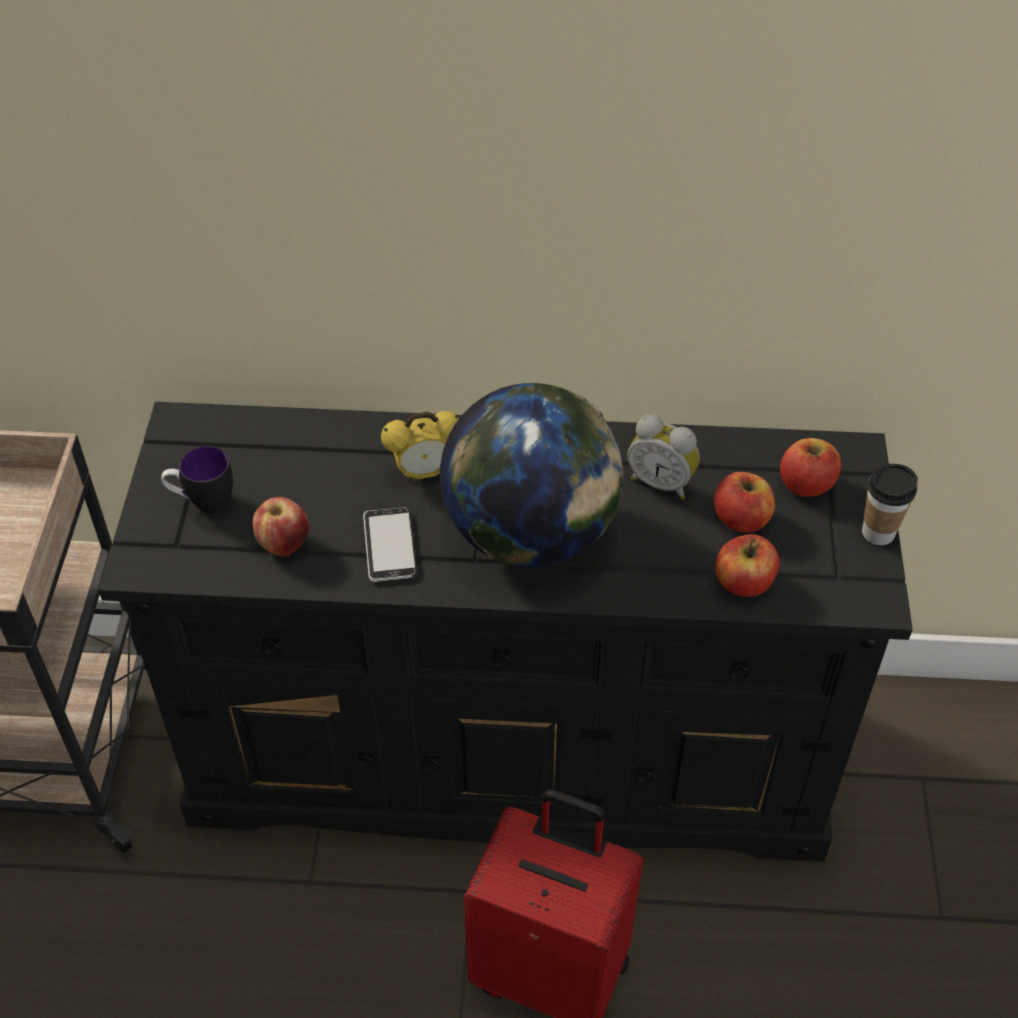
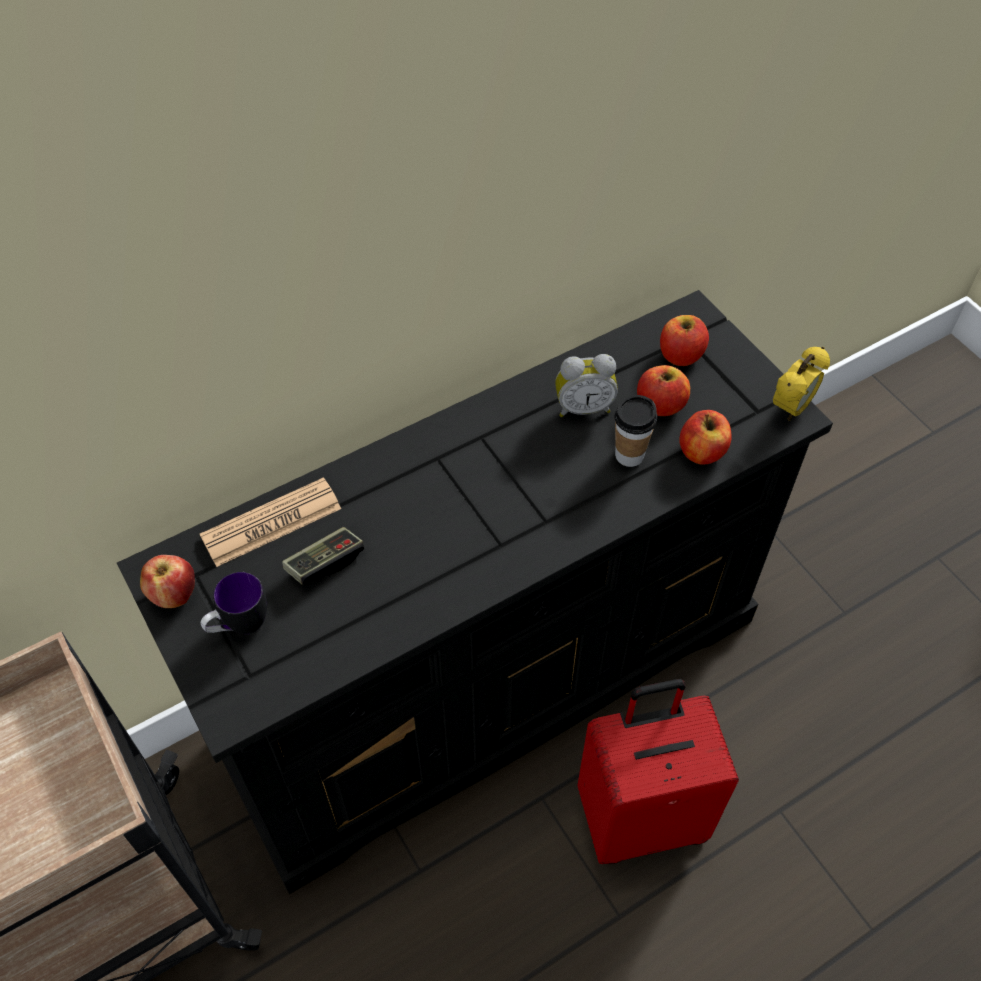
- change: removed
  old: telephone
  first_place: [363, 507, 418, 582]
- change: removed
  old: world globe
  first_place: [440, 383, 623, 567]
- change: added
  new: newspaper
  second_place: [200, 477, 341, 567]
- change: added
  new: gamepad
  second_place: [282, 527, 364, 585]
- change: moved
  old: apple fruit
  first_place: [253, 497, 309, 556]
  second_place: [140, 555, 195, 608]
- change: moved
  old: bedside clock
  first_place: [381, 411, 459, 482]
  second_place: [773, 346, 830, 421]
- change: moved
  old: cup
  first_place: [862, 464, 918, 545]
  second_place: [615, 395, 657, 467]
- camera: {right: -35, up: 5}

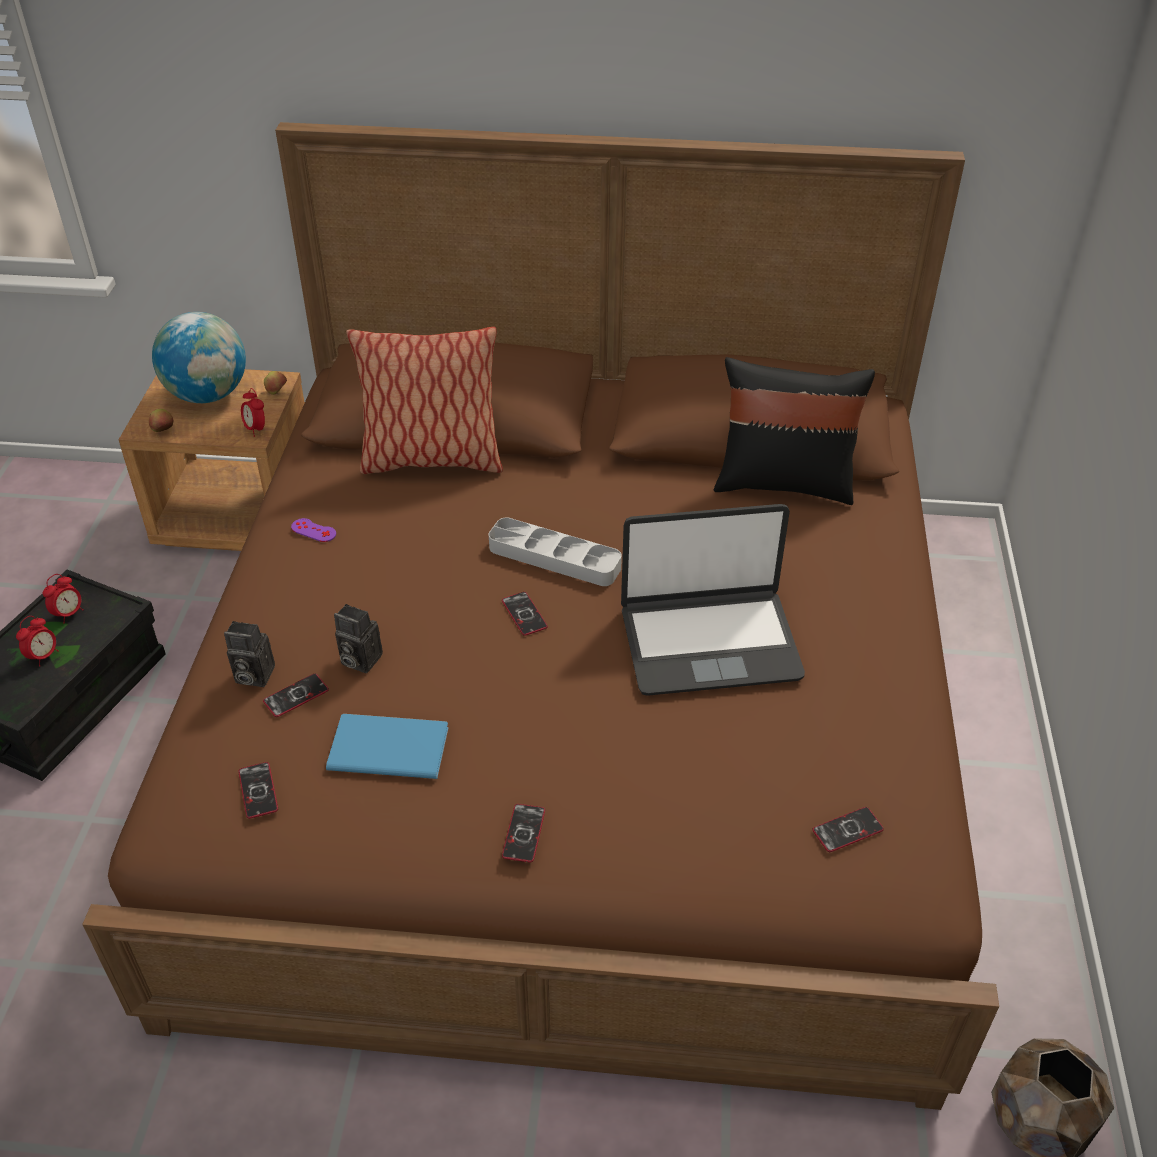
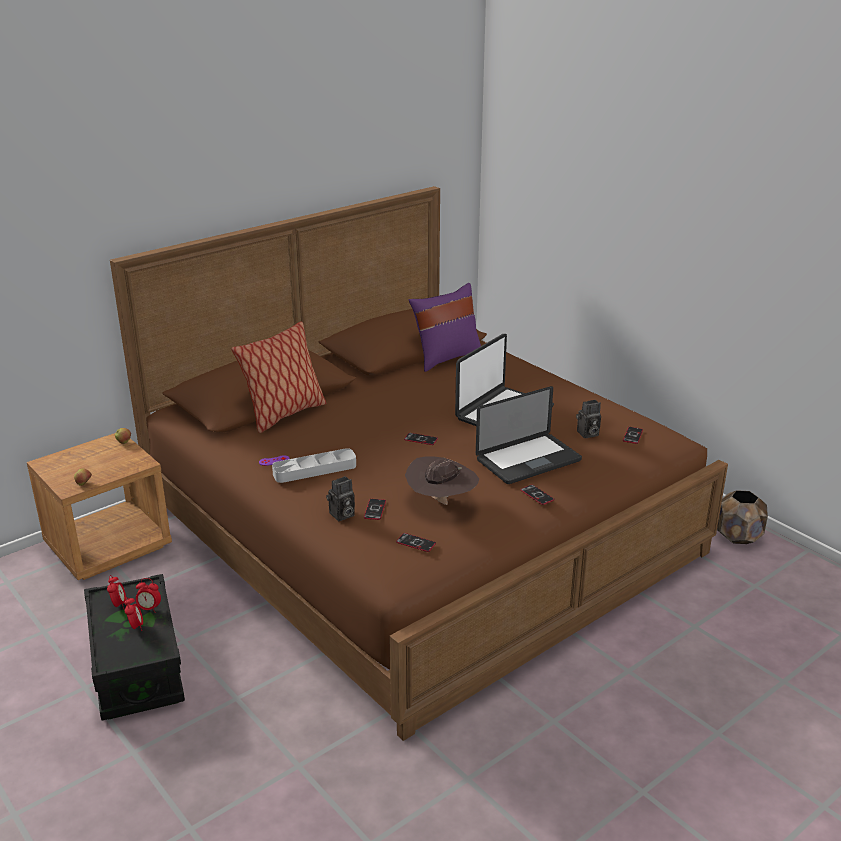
- change: removed
  old: world globe
  first_place: [152, 312, 246, 403]
- change: added
  new: laptop
  second_place: [476, 386, 582, 484]
- change: moved
  old: bedside clock
  first_place: [241, 388, 265, 437]
  second_place: [136, 578, 161, 613]
- change: moved
  old: photo camera
  first_place: [334, 604, 383, 673]
  second_place: [576, 400, 601, 438]
- change: moved
  old: grey serving tray
  first_place: [489, 518, 622, 586]
  second_place: [272, 448, 356, 483]
- change: replaced
  old: blue-coloured bound book
  new: brown-coloured clothing hat
  first_place: [326, 714, 448, 779]
  second_place: [405, 456, 479, 505]
- change: recoloured
  old: black throw pillow
  new: purple-coloured throw pillow
  first_place: [714, 357, 875, 505]
  second_place: [409, 283, 481, 372]
- camera: {right: -45, up: -15}

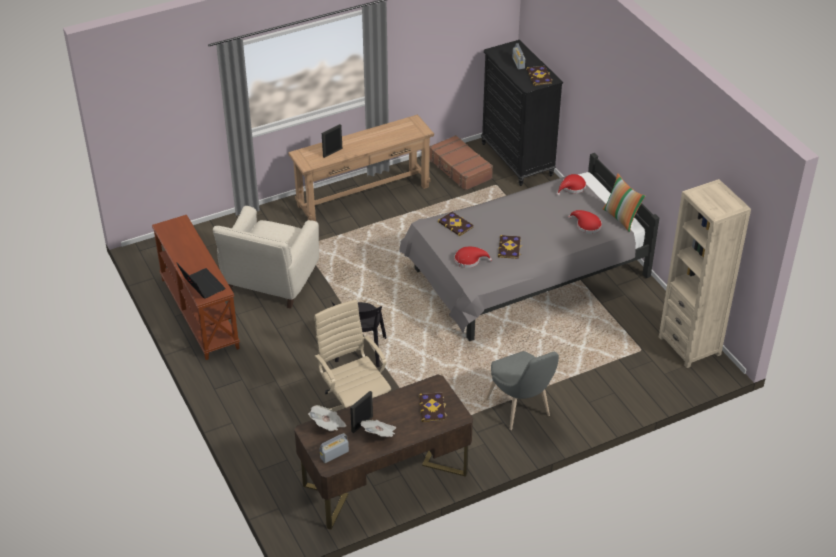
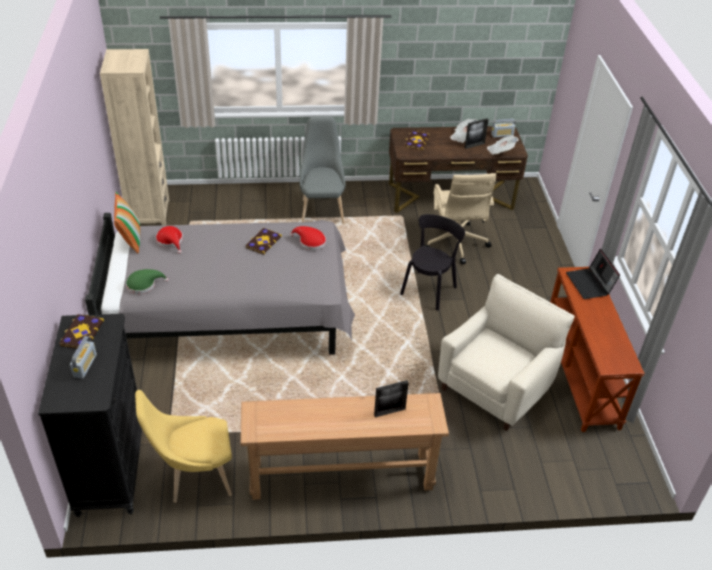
- change: removed
  old: bound book
  first_place: [438, 212, 474, 236]
- change: replaced
  old: brown-coloured travel case
  new: yellowish upright chair
  first_place: [429, 135, 493, 191]
  second_place: [135, 390, 232, 503]
- change: recoloured
  old: reddish clothing hat
  new: greenish clothing hat
  first_place: [556, 174, 586, 196]
  second_place: [126, 269, 169, 294]
- camera: {right: -160, up: 0}

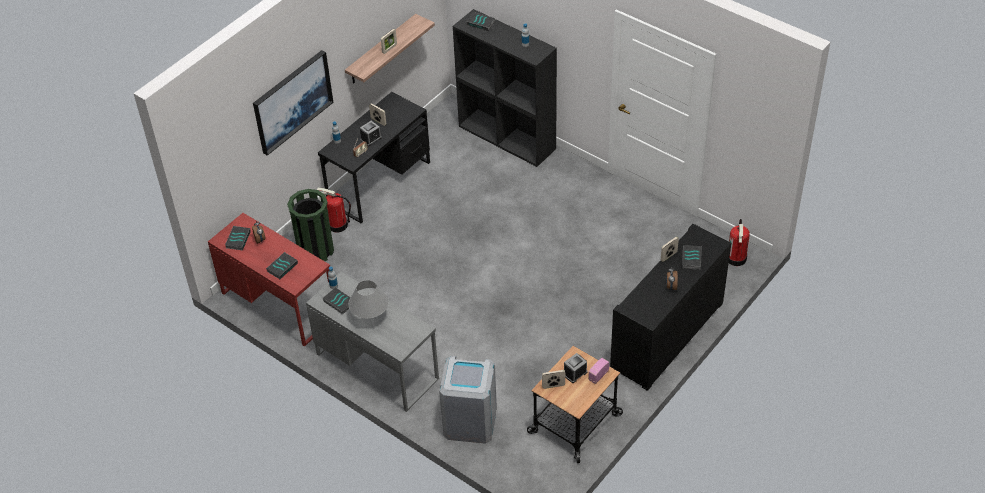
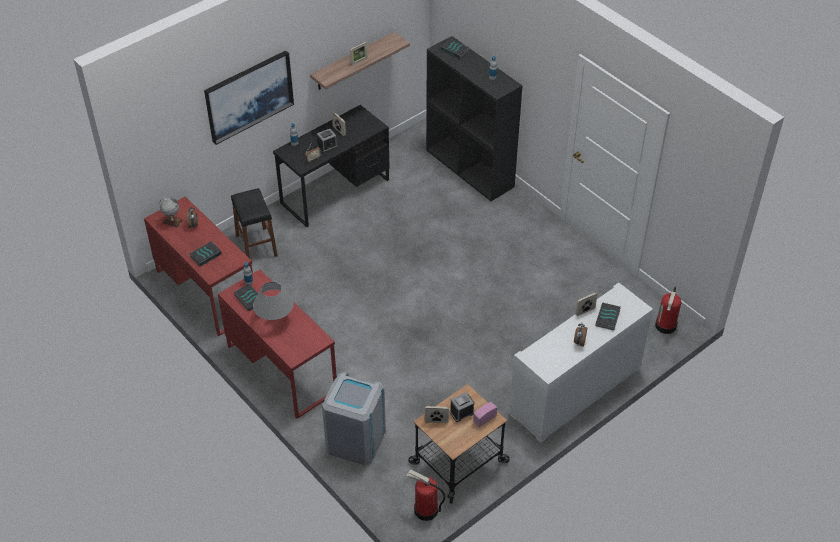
- change: moved
  old: fire extinguisher
  first_place: [317, 187, 351, 233]
  second_place: [406, 469, 446, 521]
- change: replaced
  old: bound book
  new: world globe
  first_place: [225, 226, 251, 250]
  second_place: [159, 197, 183, 228]
- change: replaced
  old: greenish trash can
  new: black sitting stool
  first_place: [287, 189, 334, 261]
  second_place: [231, 188, 278, 259]
- change: recoloured
  old: grey desk unit
  new: reddish desk unit
  first_place: [306, 272, 439, 412]
  second_place: [218, 269, 337, 419]
- change: recoloured
  old: black storage cabinet
  new: white storage cabinet
  first_place: [610, 224, 731, 391]
  second_place: [509, 283, 653, 443]
- camera: {right: 10, up: 0}

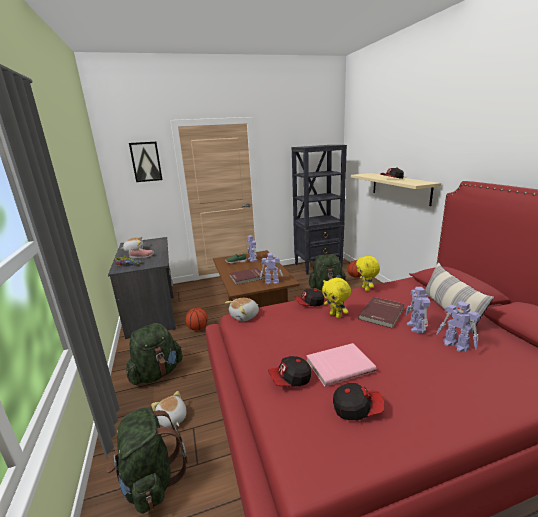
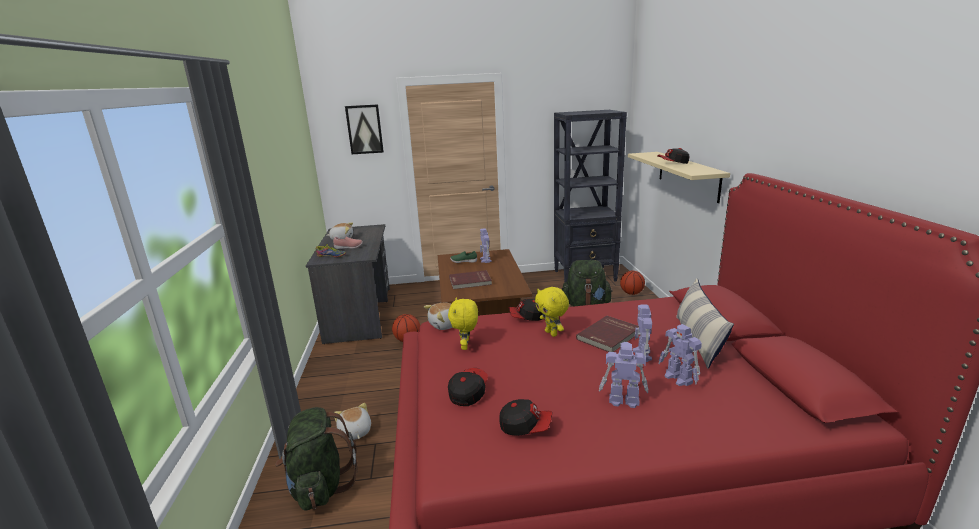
- change: removed
  old: greenish knapsack
  first_place: [126, 323, 183, 385]
- change: removed
  old: pink-coloured bound book
  first_place: [306, 343, 377, 387]
- change: moved
  old: model robot
  first_place: [260, 253, 283, 284]
  second_place: [599, 342, 648, 408]
- change: moved
  old: yellowish soft toy
  first_place: [356, 256, 380, 291]
  second_place: [448, 297, 478, 350]
- change: turned
  old: cap
  first_place: [268, 356, 311, 386]
  second_place: [448, 368, 488, 406]
  degrees: 120
- camera: {right: 10, up: 0}

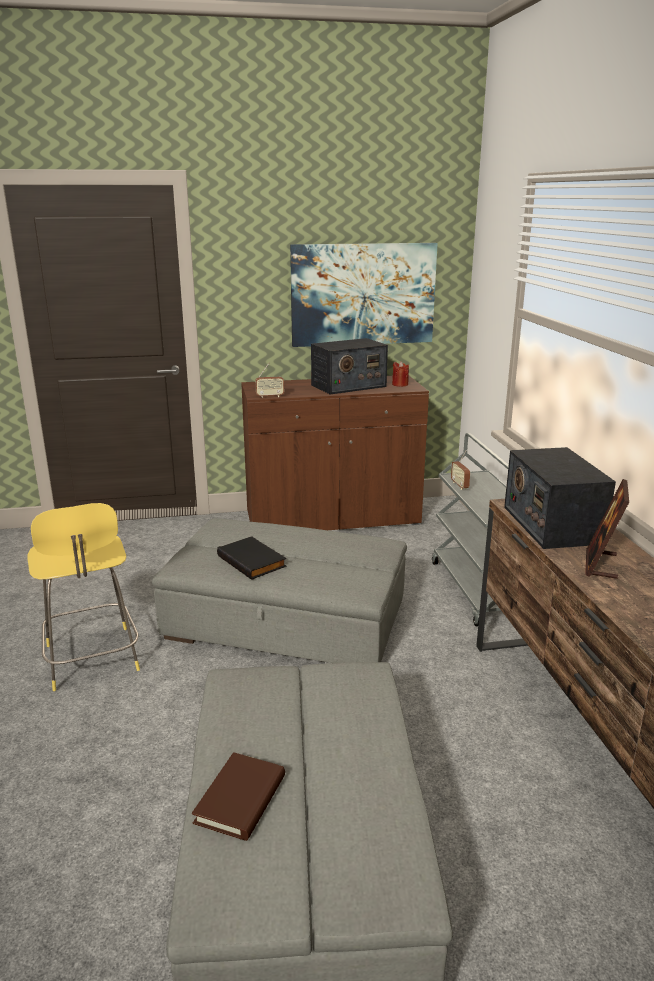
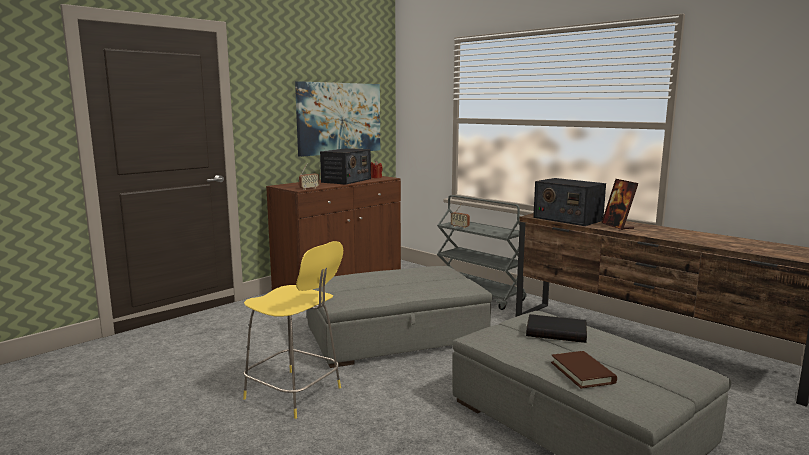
- change: moved
  old: black bound book
  first_place: [217, 536, 286, 580]
  second_place: [526, 314, 587, 343]
- camera: {right: -35, up: -10}

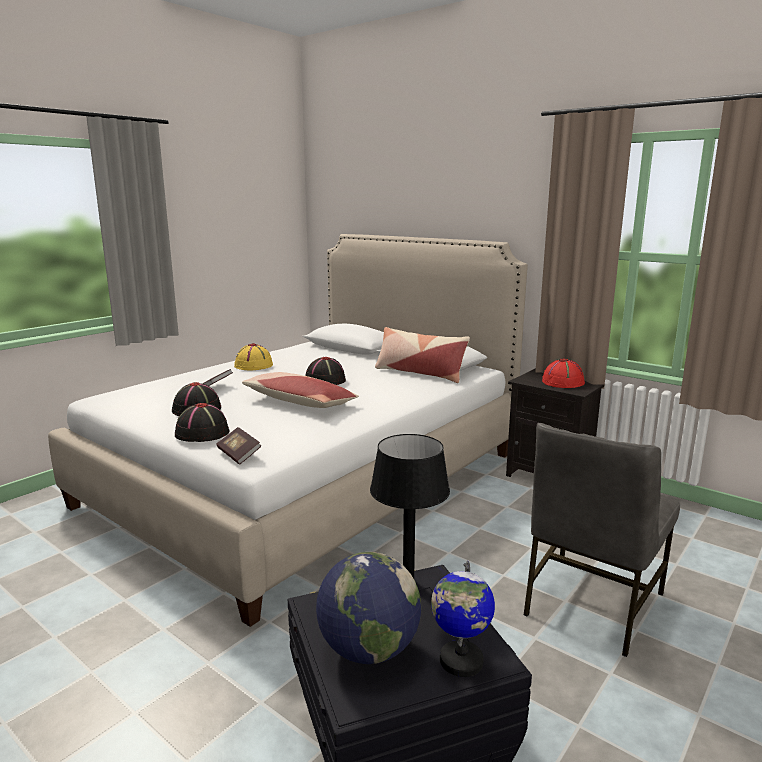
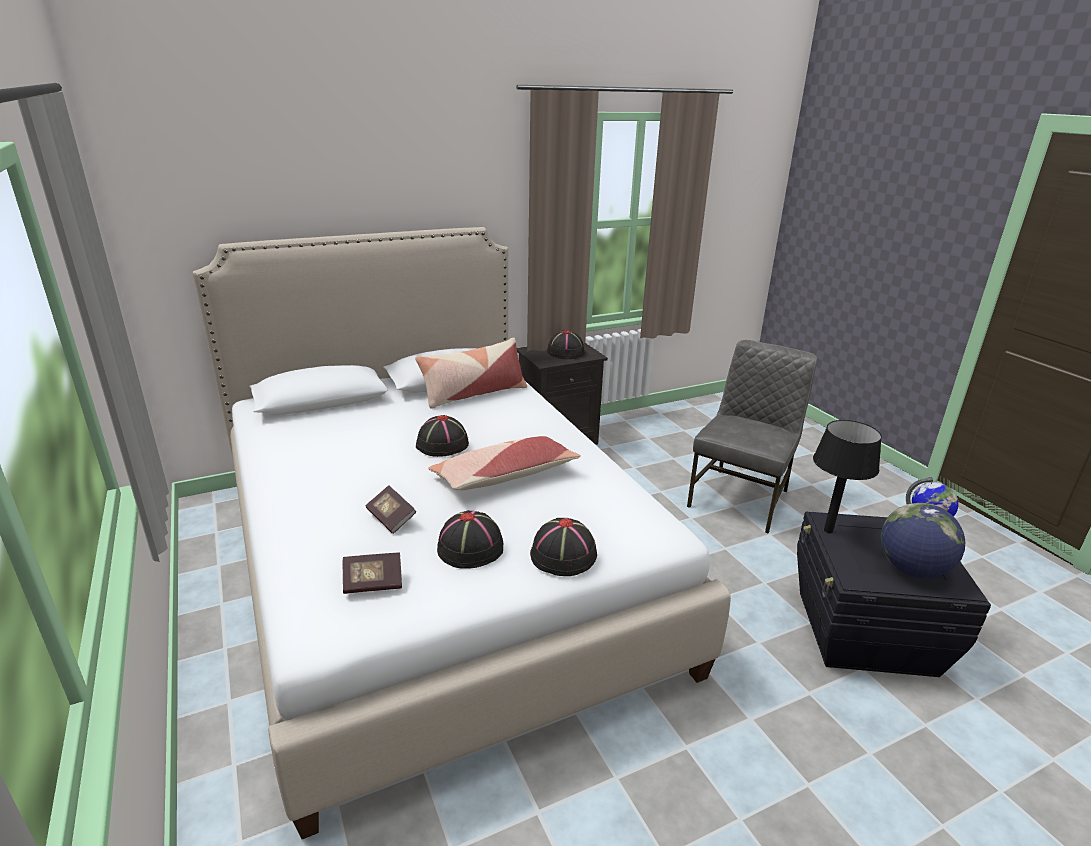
- change: removed
  old: yellowish clothing hat
  first_place: [234, 343, 273, 370]
- change: moved
  old: bound book
  first_place: [216, 427, 261, 464]
  second_place: [342, 552, 402, 594]
- change: recoloured
  old: reddish clothing hat
  new: black clothing hat
  first_place: [542, 358, 585, 388]
  second_place: [547, 330, 585, 359]
- change: turned
  old: grey upright chair
  first_place: [523, 423, 680, 657]
  second_place: [687, 340, 817, 533]
  degrees: -120
- camera: {right: -65, up: 10}

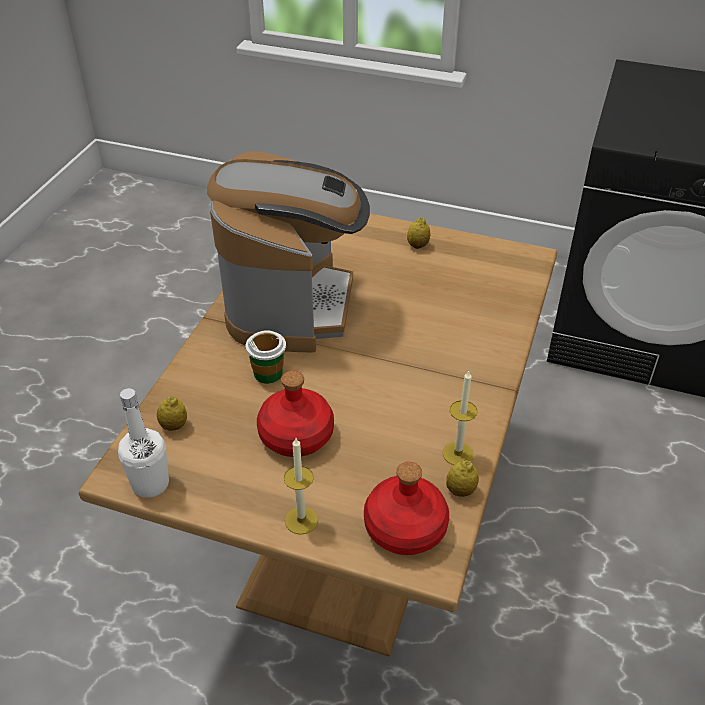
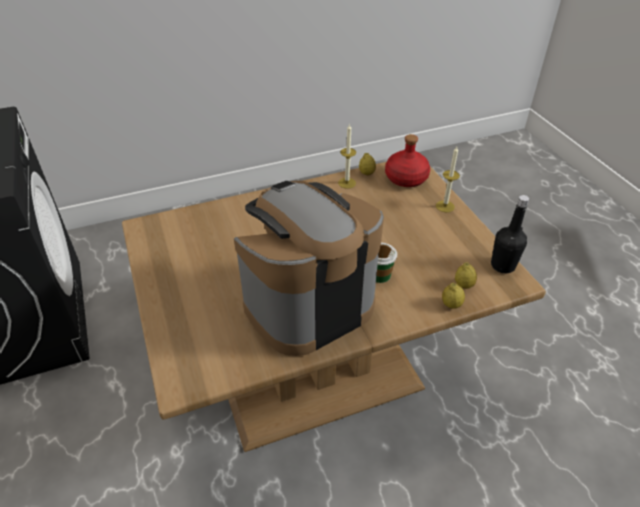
- change: removed
  old: reddish drink bottle
  first_place: [257, 371, 334, 457]
- change: moved
  old: citrus fruit
  first_place: [407, 218, 430, 249]
  second_place: [442, 282, 465, 309]
- change: recoloured
  old: white drink bottle
  new: black drink bottle
  first_place: [118, 388, 169, 498]
  second_place: [491, 195, 529, 273]
- camera: {right: -130, up: 0}

